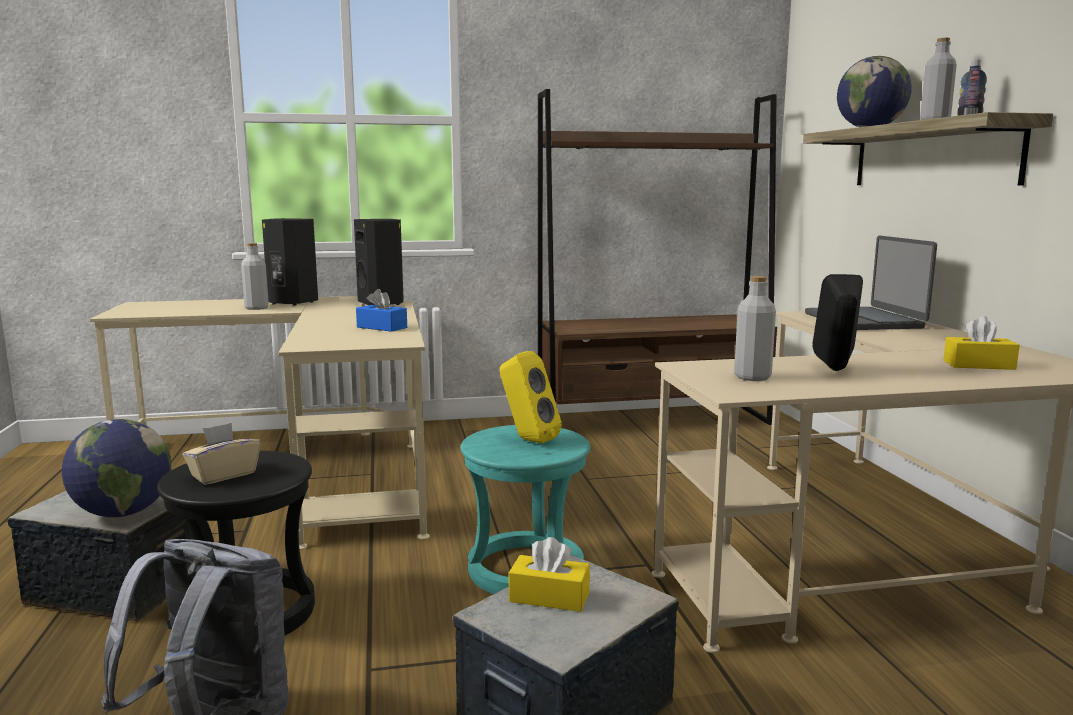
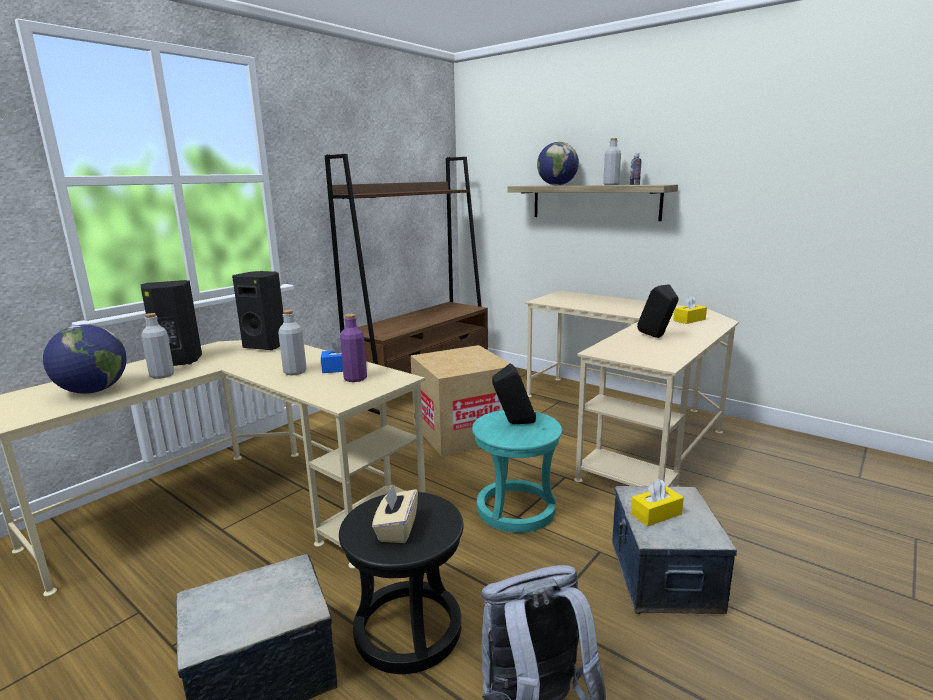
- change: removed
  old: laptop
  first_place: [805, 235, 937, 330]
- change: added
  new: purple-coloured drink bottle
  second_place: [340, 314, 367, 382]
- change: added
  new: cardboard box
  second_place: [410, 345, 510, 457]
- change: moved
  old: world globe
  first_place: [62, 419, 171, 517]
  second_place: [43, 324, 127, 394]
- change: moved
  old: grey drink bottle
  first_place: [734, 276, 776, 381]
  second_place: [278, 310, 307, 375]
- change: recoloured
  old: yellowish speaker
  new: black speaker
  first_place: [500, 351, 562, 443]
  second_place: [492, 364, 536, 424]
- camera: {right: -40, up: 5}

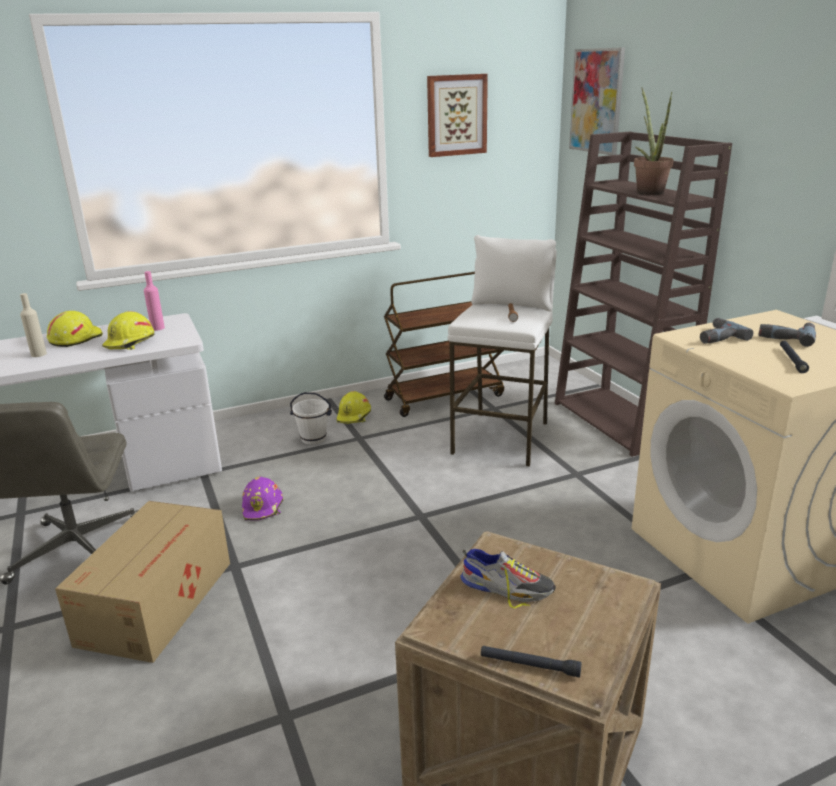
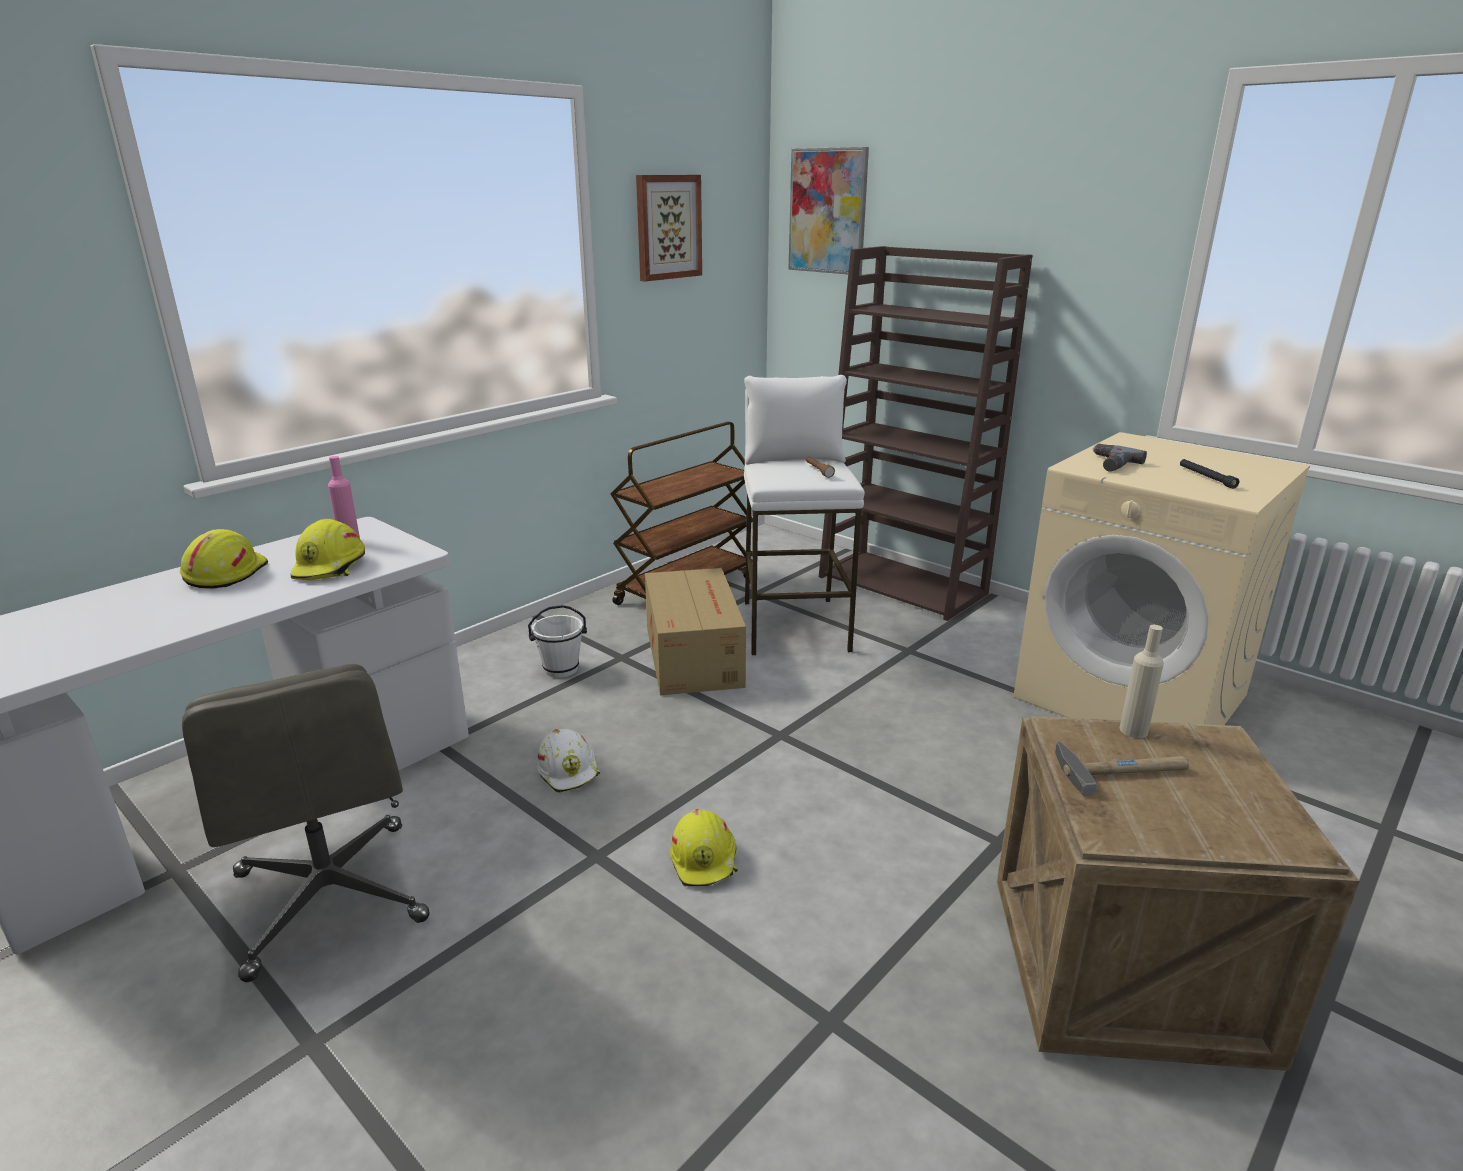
- change: removed
  old: black hand torch
  first_place: [481, 646, 582, 678]
- change: removed
  old: houseplant
  first_place: [634, 87, 674, 195]
- change: removed
  old: electric drill
  first_place: [759, 322, 816, 347]
- change: moved
  old: beige-coloured drink bottle
  first_place: [20, 293, 47, 357]
  second_place: [1119, 625, 1164, 738]
- change: moved
  old: cardboard box
  first_place: [55, 501, 230, 663]
  second_place: [645, 568, 746, 695]
- change: moved
  old: yellowish work helmet
  first_place: [337, 391, 371, 424]
  second_place: [670, 809, 738, 886]
- change: replaced
  old: shoe
  new: hammer
  first_place: [460, 549, 555, 608]
  second_place: [1055, 741, 1189, 796]
- change: recoloured
  old: purple-coloured work helmet
  new: white work helmet
  first_place: [242, 477, 283, 520]
  second_place: [537, 729, 600, 793]
- camera: {right: -25, up: 0}

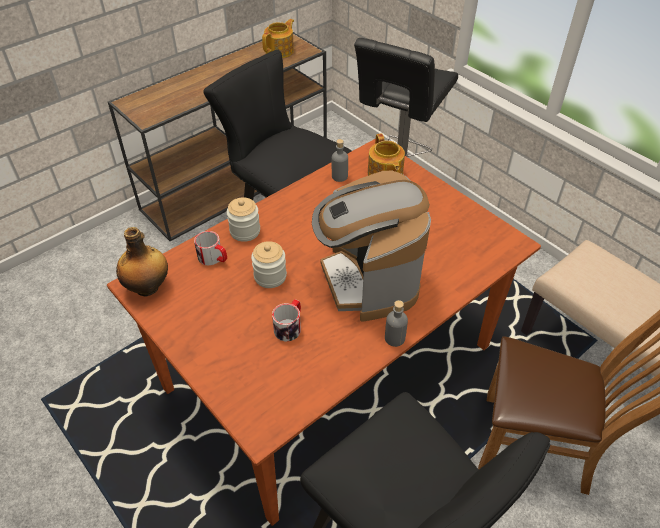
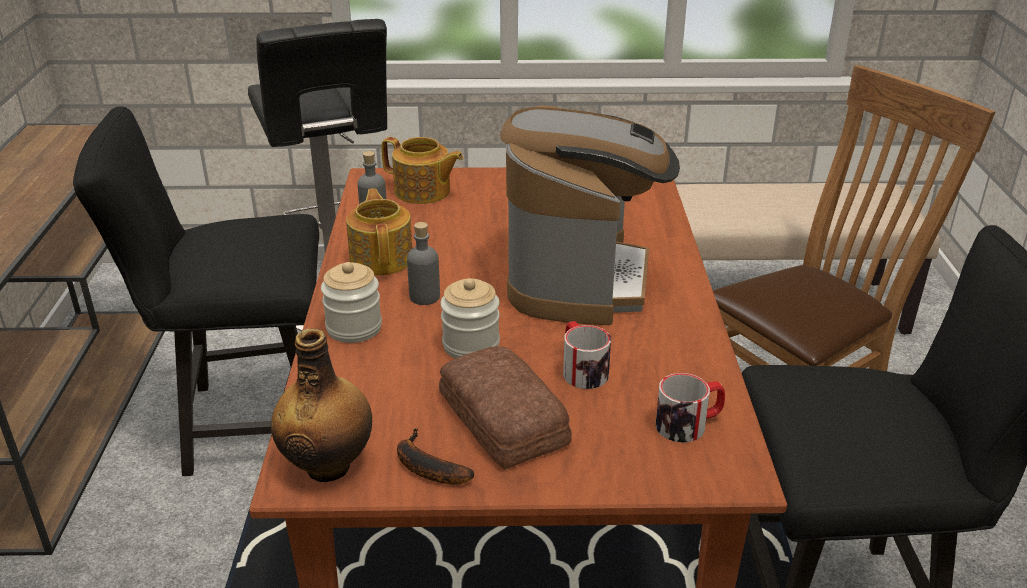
- change: added
  new: whole banana
  second_place: [397, 428, 474, 485]
- change: added
  new: bakery bread
  second_place: [439, 346, 572, 470]
- change: moved
  old: mug
  first_place: [194, 231, 227, 265]
  second_place: [655, 373, 725, 443]
- change: moved
  old: pot for tea
  first_place: [262, 19, 294, 58]
  second_place: [346, 188, 413, 275]
- change: moved
  old: grey drink bottle
  first_place: [385, 300, 408, 347]
  second_place: [407, 222, 440, 305]
- change: turned
  old: coffee machine
  first_place: [312, 171, 431, 322]
  second_place: [500, 105, 680, 325]
  degrees: -105
- camera: {right: -50, up: -15}

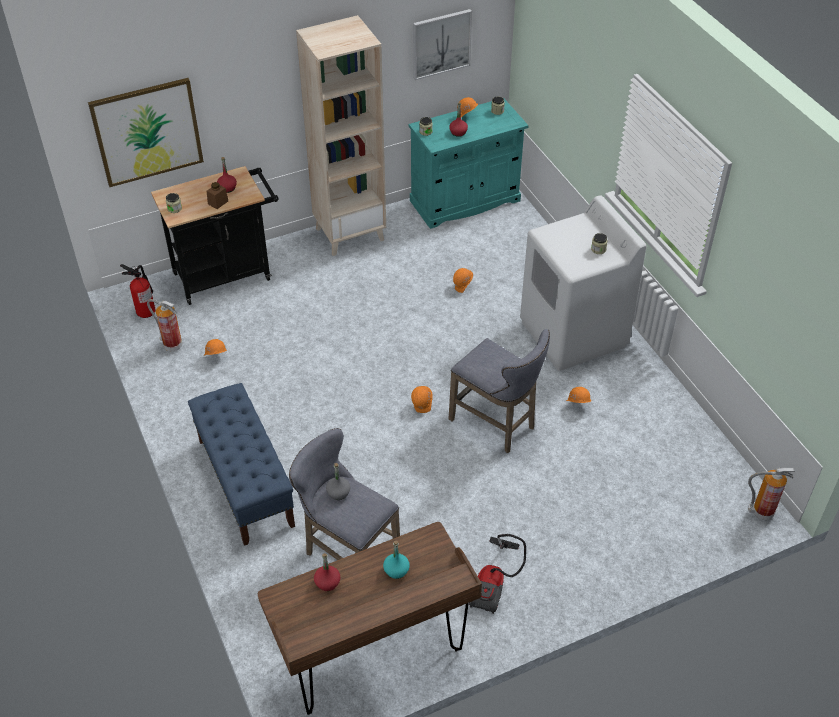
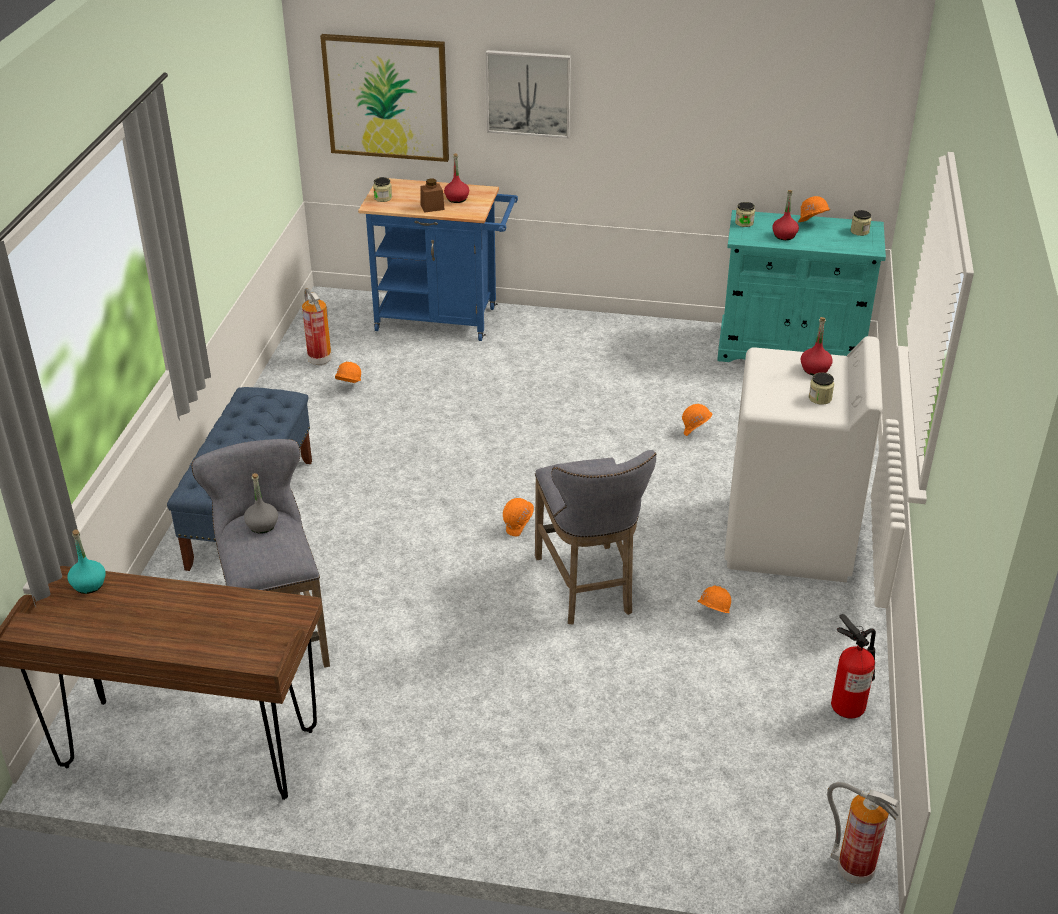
- change: removed
  old: beige-coloured bookcase
  first_place: [296, 15, 386, 256]
- change: removed
  old: vacuum cleaner
  first_place: [469, 534, 526, 614]
- change: moved
  old: fire extinguisher
  first_place: [120, 264, 156, 318]
  second_place: [831, 614, 876, 718]
- change: moved
  old: reddish drink bottle
  first_place: [314, 553, 340, 591]
  second_place: [801, 317, 833, 375]
- change: moved
  old: blue-green drink bottle
  first_place: [383, 540, 410, 579]
  second_place: [68, 530, 105, 594]
- change: moved
  old: wall art
  first_place: [413, 9, 472, 80]
  second_place: [486, 50, 571, 138]
- change: recoloured
  old: black cart
  new: blue-coloured cart
  first_place: [151, 166, 279, 305]
  second_place: [358, 177, 518, 341]
- camera: {right: 35, up: -10}

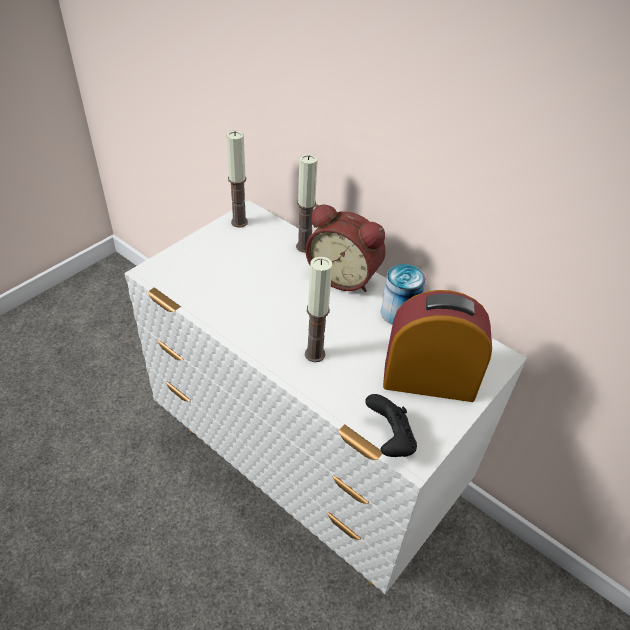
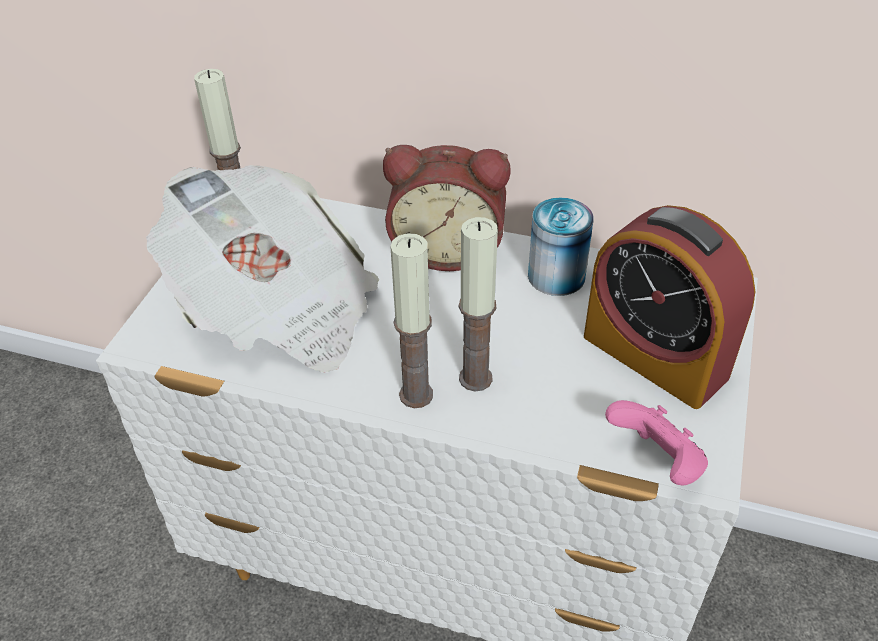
- change: added
  new: newspaper
  second_place: [146, 165, 379, 372]
- change: moved
  old: wax candle
  first_place: [296, 154, 318, 253]
  second_place: [390, 233, 433, 408]
- change: recoloured
  old: black gamepad
  new: pink-coloured gamepad
  first_place: [365, 394, 417, 457]
  second_place: [605, 400, 708, 485]
- change: turned
  old: bedside clock
  first_place: [383, 290, 492, 402]
  second_place: [584, 205, 755, 409]
  degrees: -120
- camera: {right: -20, up: 0}

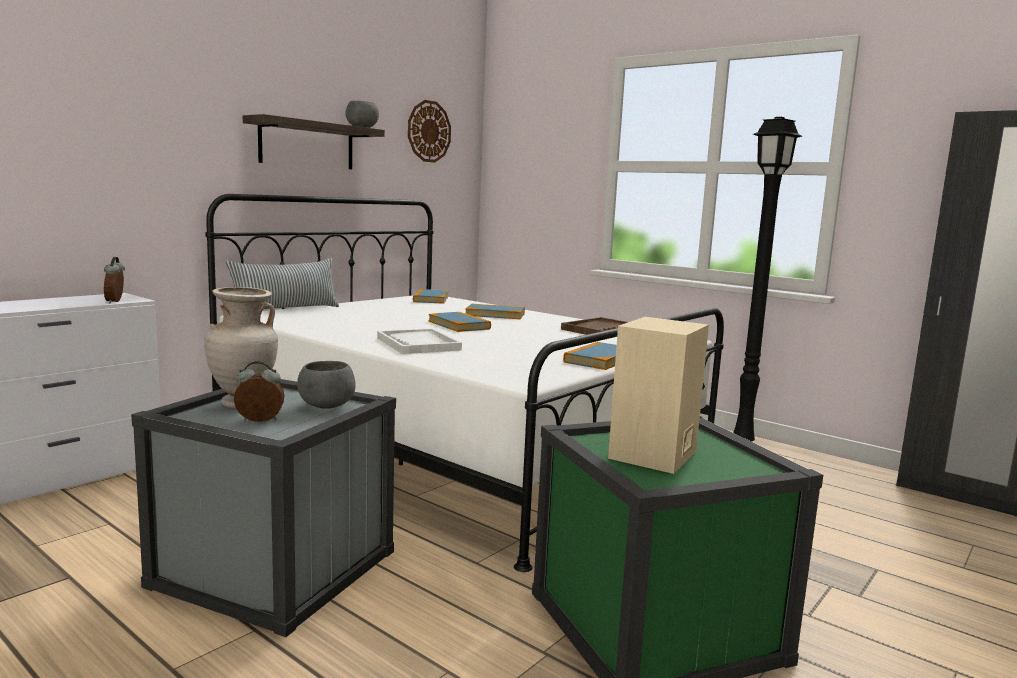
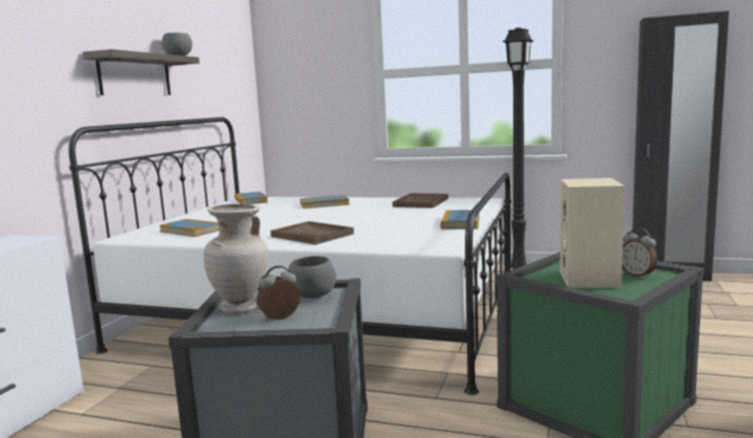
- change: removed
  old: throw pillow
  first_place: [226, 258, 339, 309]
- change: removed
  old: hanging clock
  first_place: [408, 100, 451, 163]
- change: moved
  old: bedside clock
  first_place: [104, 257, 125, 304]
  second_place: [622, 228, 658, 278]
- change: moved
  old: bound book
  first_place: [428, 312, 491, 332]
  second_place: [159, 219, 219, 237]
- change: recoloured
  old: white serving tray
  new: brown-coloured serving tray
  first_place: [377, 328, 462, 354]
  second_place: [270, 221, 354, 245]
- camera: {right: -20, up: 0}

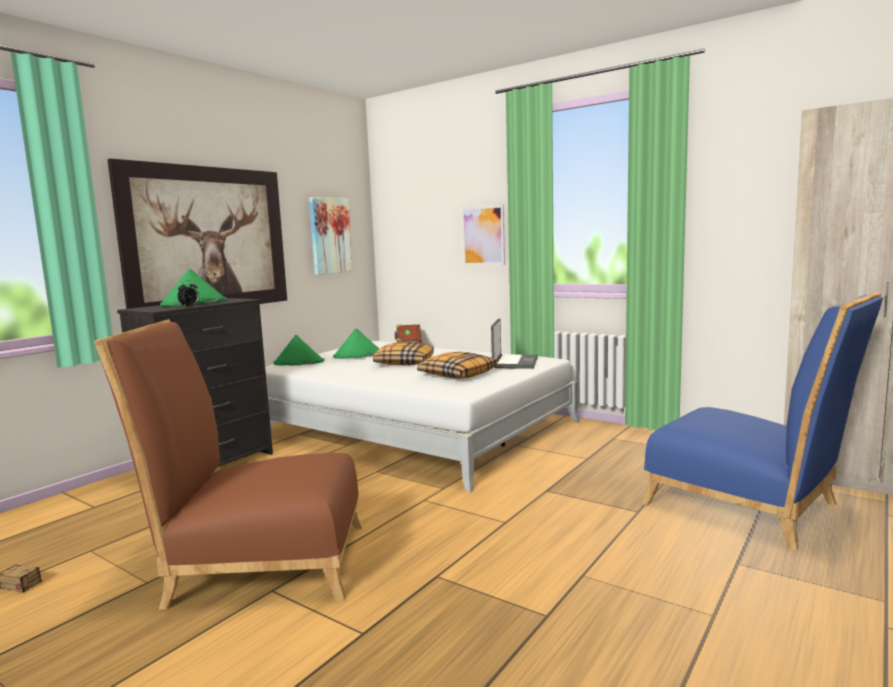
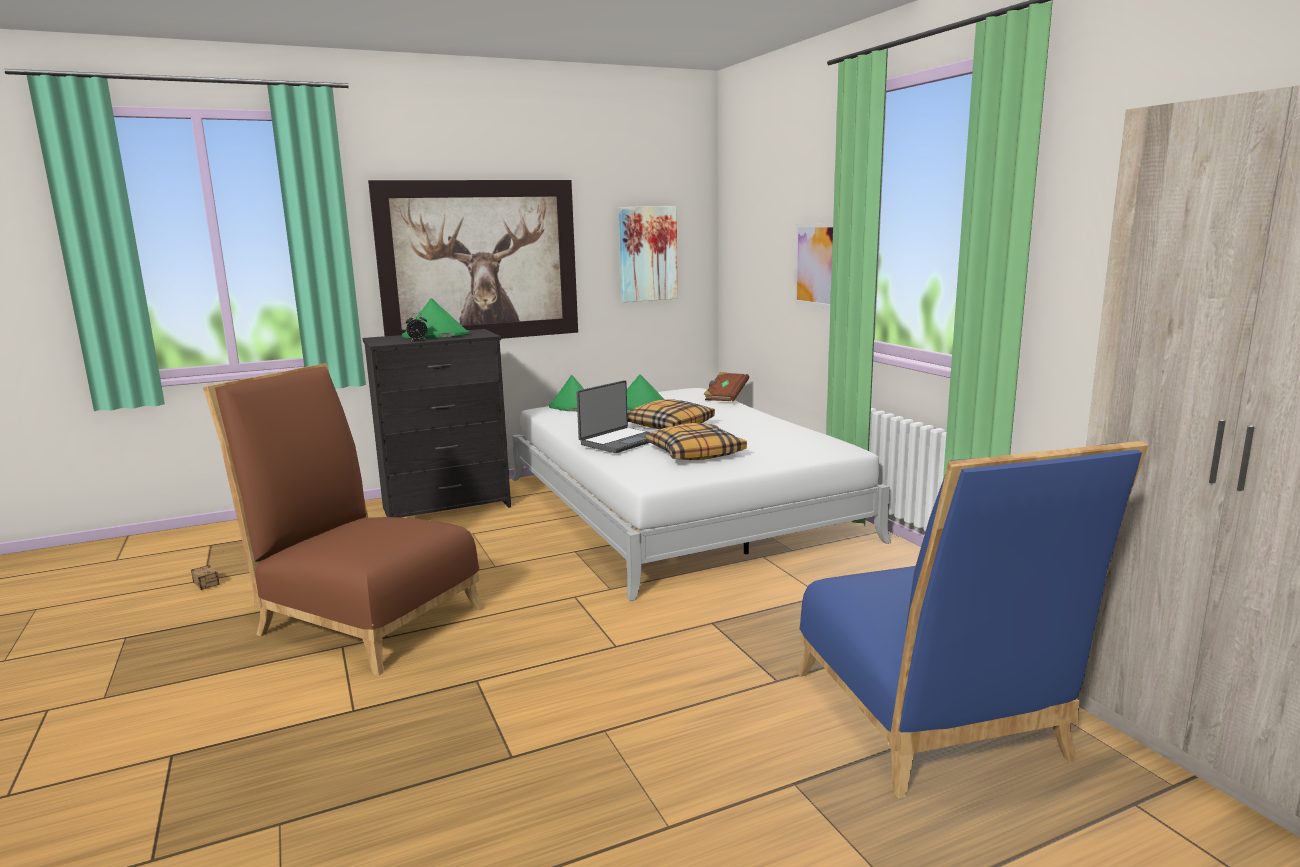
- change: moved
  old: laptop
  first_place: [491, 318, 538, 369]
  second_place: [576, 380, 650, 453]
- camera: {right: 30, up: 5}

